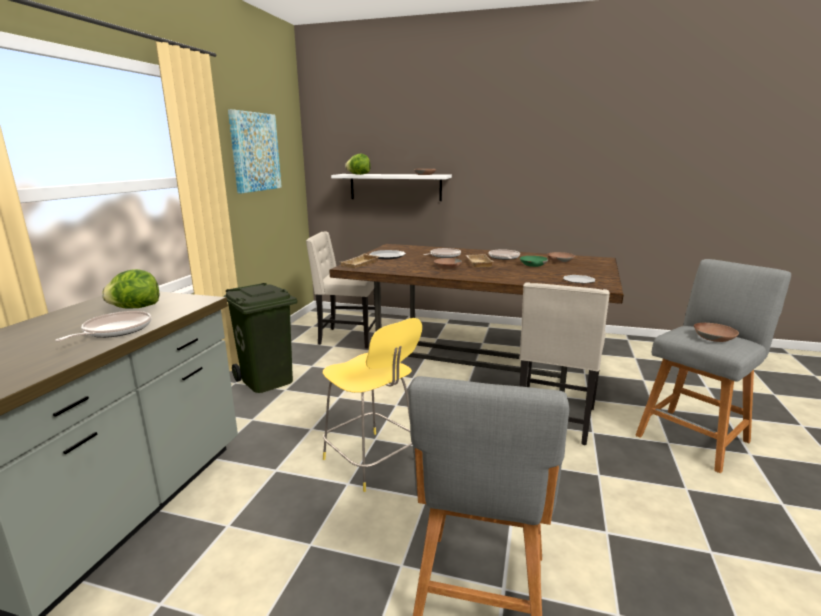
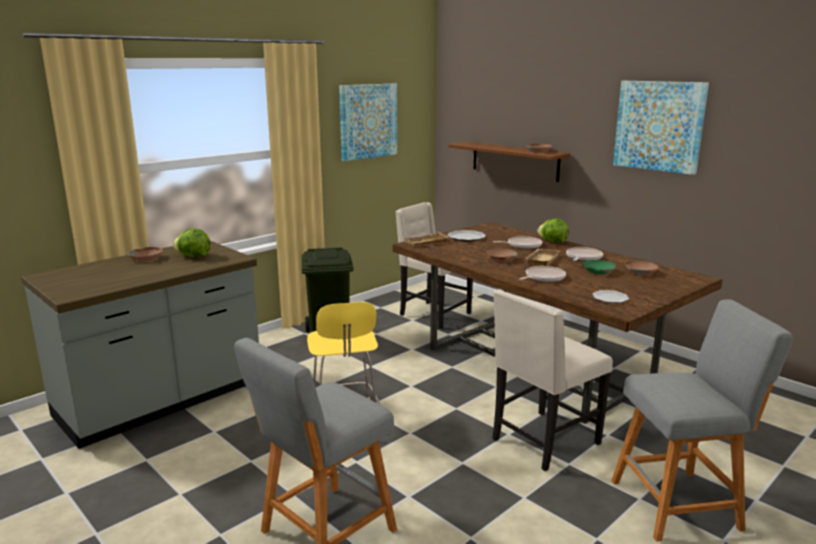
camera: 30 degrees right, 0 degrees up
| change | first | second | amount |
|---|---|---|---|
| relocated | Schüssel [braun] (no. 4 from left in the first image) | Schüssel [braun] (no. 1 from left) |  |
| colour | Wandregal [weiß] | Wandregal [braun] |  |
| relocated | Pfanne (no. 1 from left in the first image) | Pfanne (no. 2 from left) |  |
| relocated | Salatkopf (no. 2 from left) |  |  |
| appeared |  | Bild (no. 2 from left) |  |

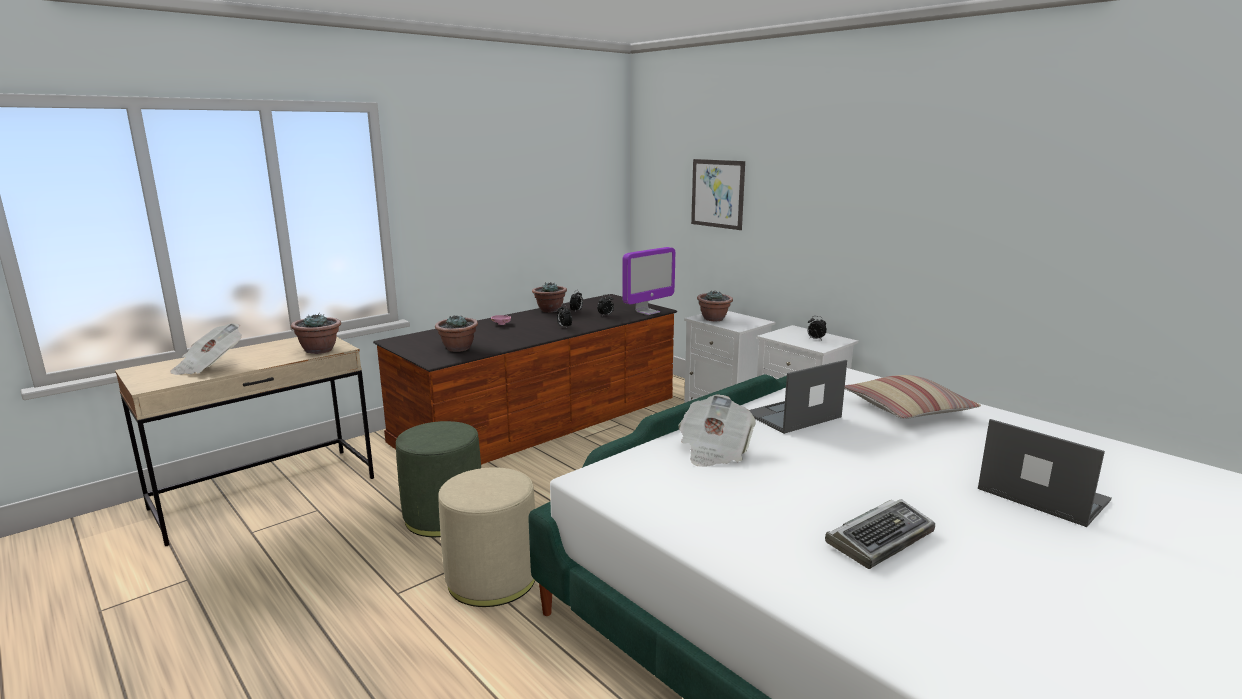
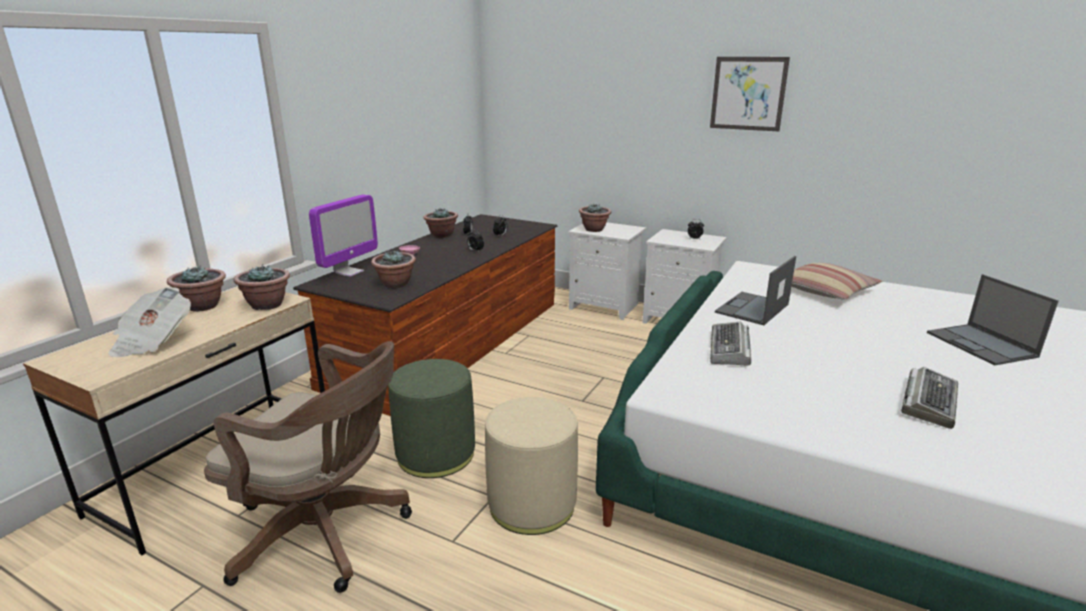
camera: 20 degrees left, 5 degrees up
| change | first | second | amount |
|---|---|---|---|
| appeared |  | Topfpflanze (no. 1 from left) |  |
| appeared |  | Bürostuhl [braun] |  |
| relocated | Monitor |  |  |
| relocated | Bild |  |  |
| exchanged | Zeitung (no. 2 from left) | Tastatur (no. 1 from left) |  |
| spun | Laptop (no. 2 from left) |  | 135 degrees counterclockwise |

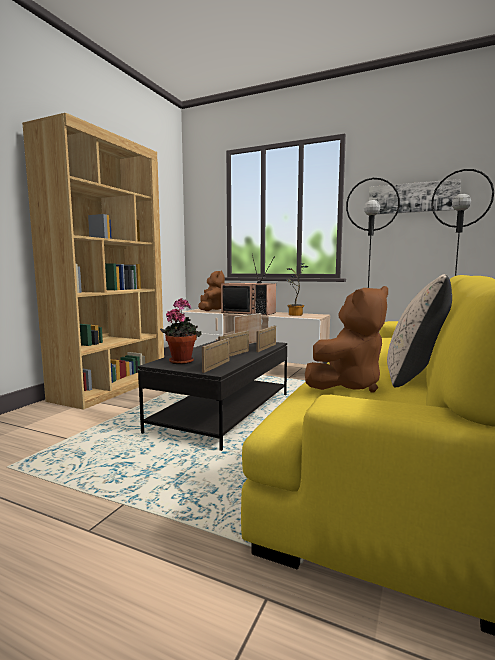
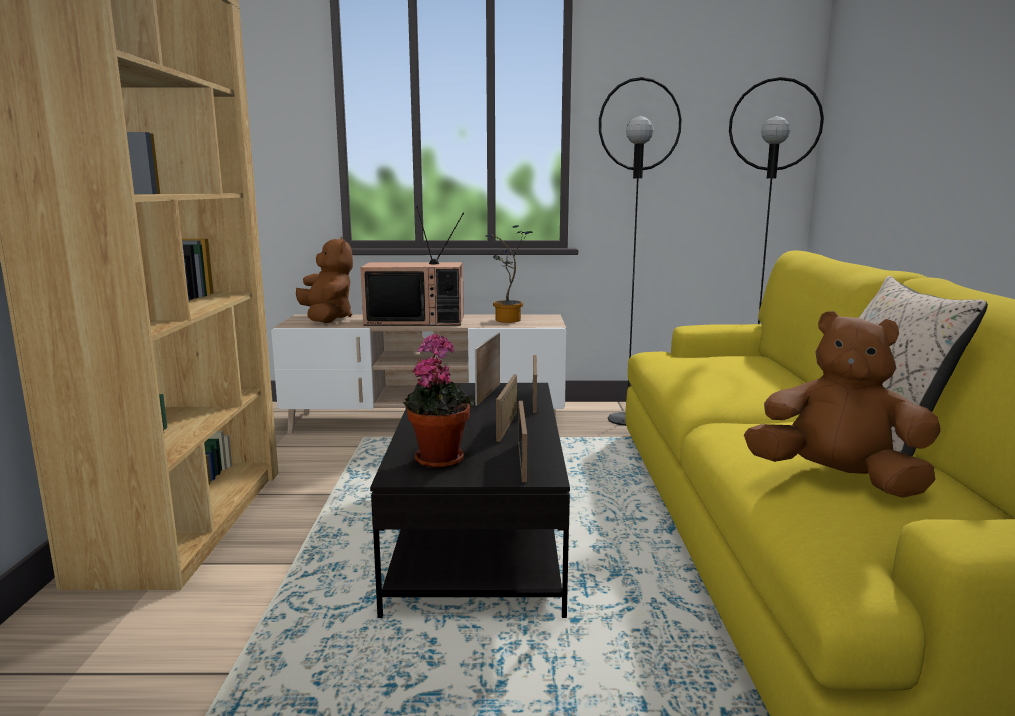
camera: 25 degrees left, 5 degrees up
| change | first | second | amount |
|---|---|---|---|
| spun | Plüschtier [braun] (no. 2 from left) |  | 90 degrees counterclockwise |
| missing | Bild |  |  |

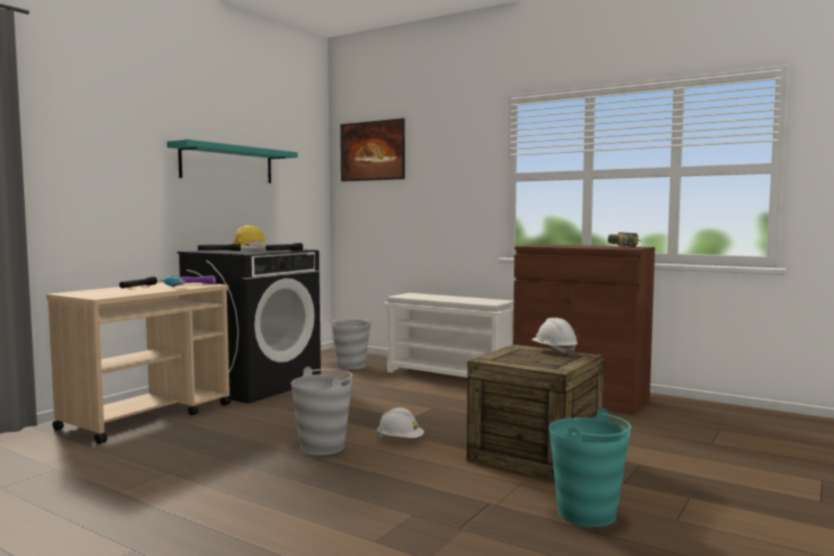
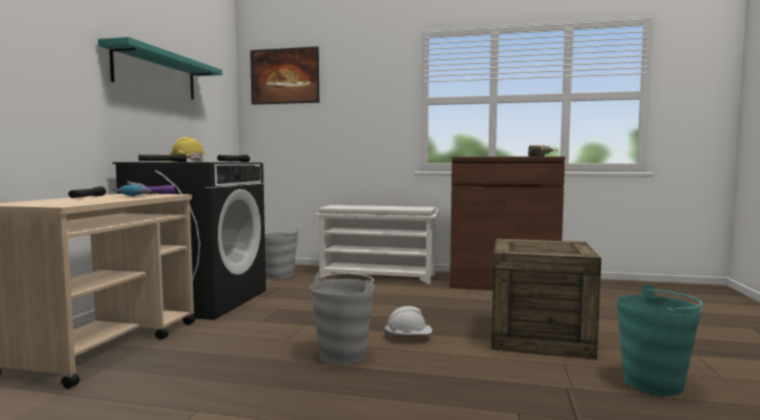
camera: 20 degrees left, 0 degrees up
| change | first | second | amount |
|---|---|---|---|
| missing | Schutzhelm [weiß] (no. 2 from left) |  |  |

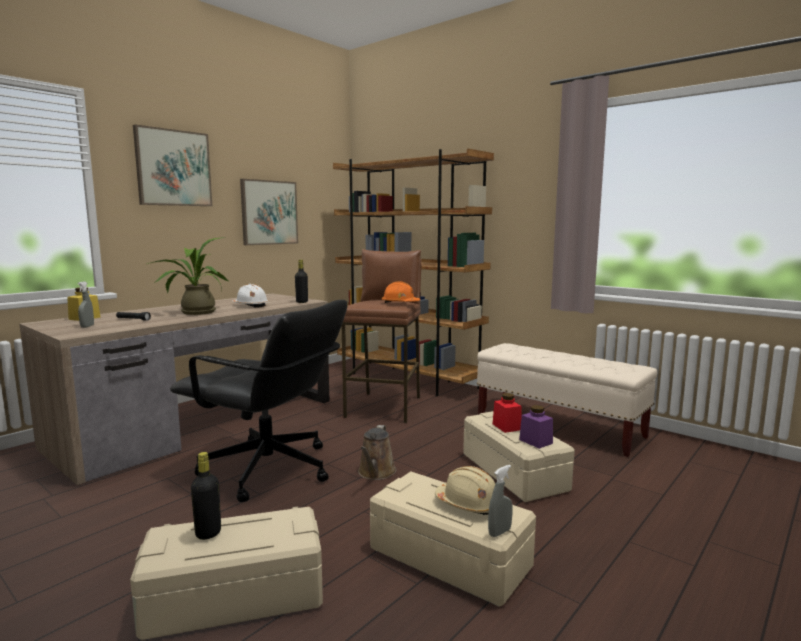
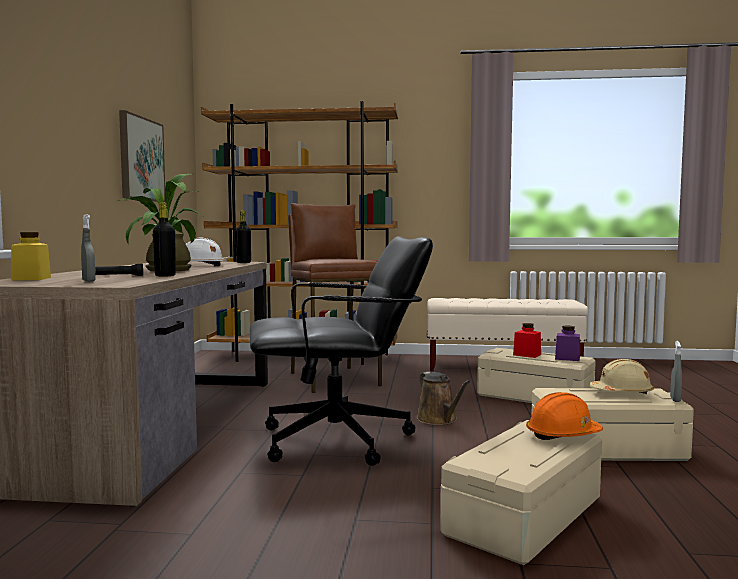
camera: 35 degrees left, 5 degrees down
| change | first | second | amount |
|---|---|---|---|
| relocated | Flasche [schwarz] (no. 1 from left) |  |  |
| relocated | Schutzhelm [orange] |  |  |
| missing | Bild (no. 1 from left) |  |  |

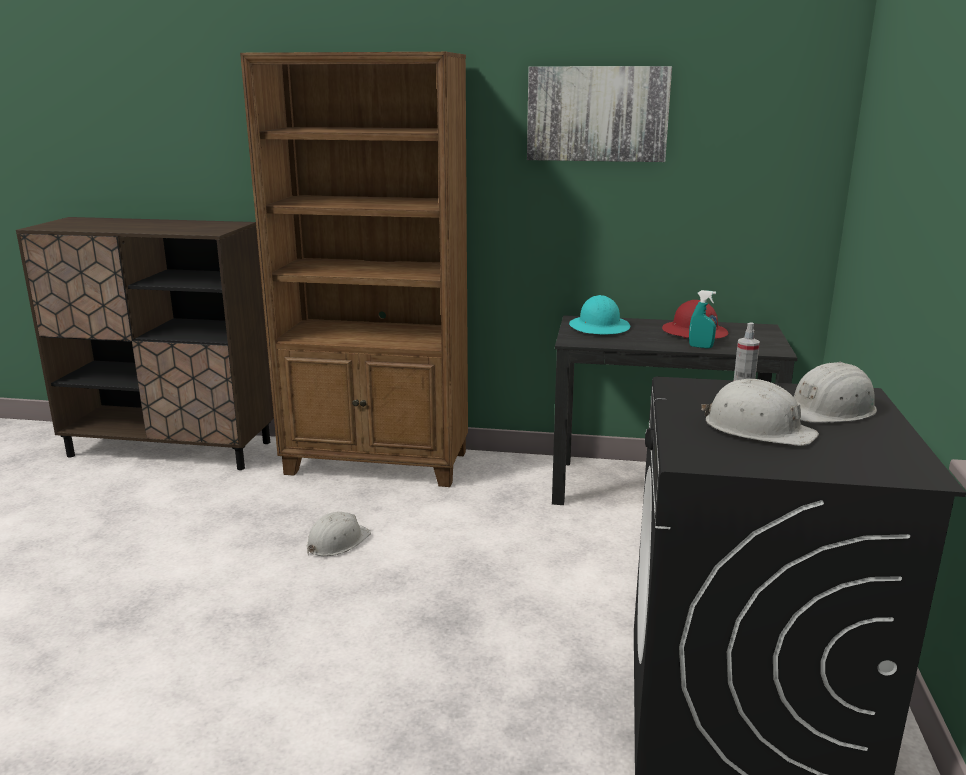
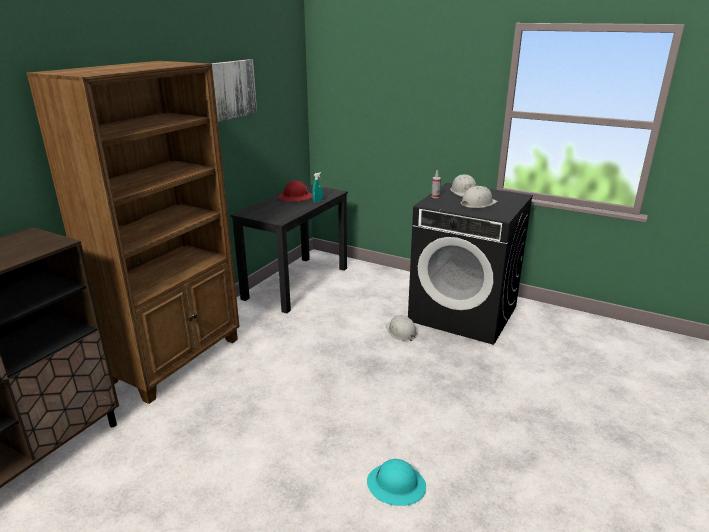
camera: 70 degrees left, 5 degrees up
| change | first | second | amount |
|---|---|---|---|
| relocated | Schutzhelm [türkis] |  |  |
| relocated | Schutzhelm [weiß] (no. 1 from left) |  |  |

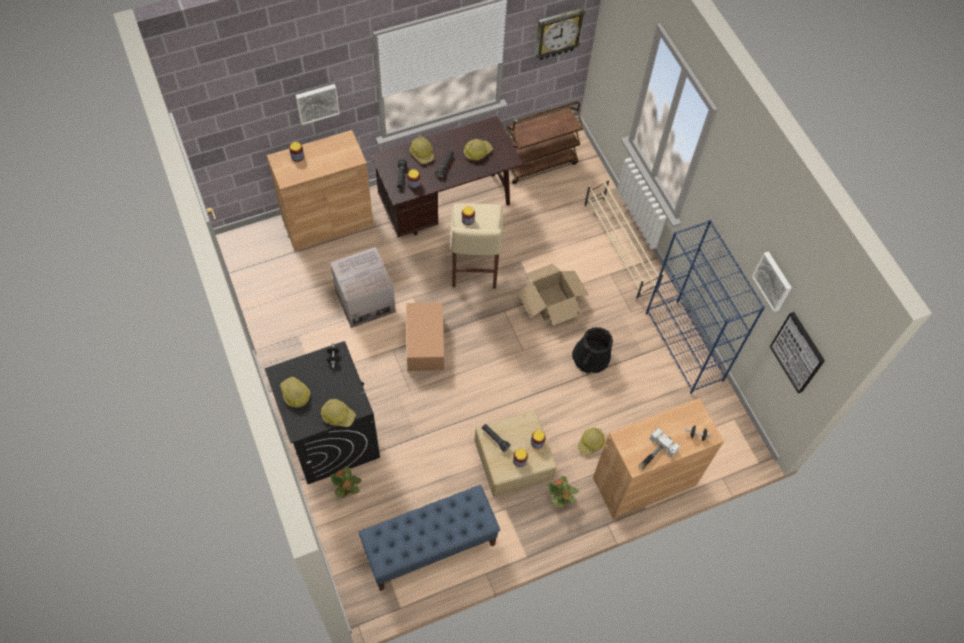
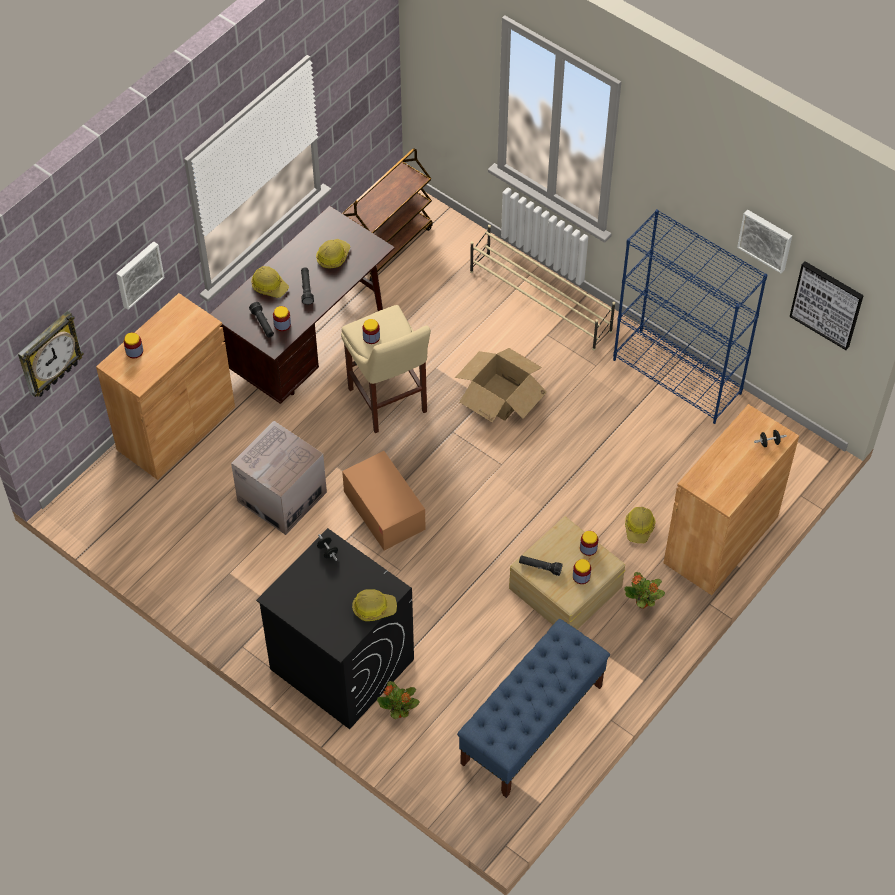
camera: 25 degrees left, 5 degrees down
| change | first | second | amount |
|---|---|---|---|
| relocated | Wanduhr |  |  |
| missing | Schutzhelm (no. 1 from left) |  |  |
| missing | Eimer [schwarz] |  |  |
| missing | Hammer |  |  |

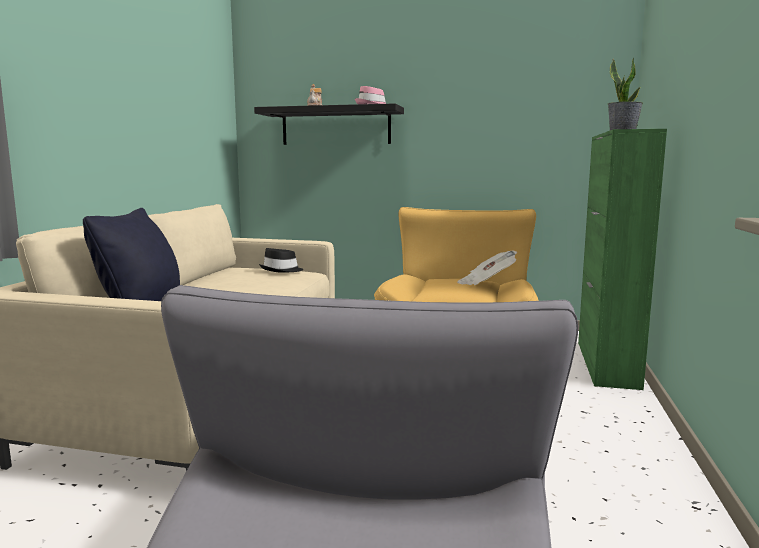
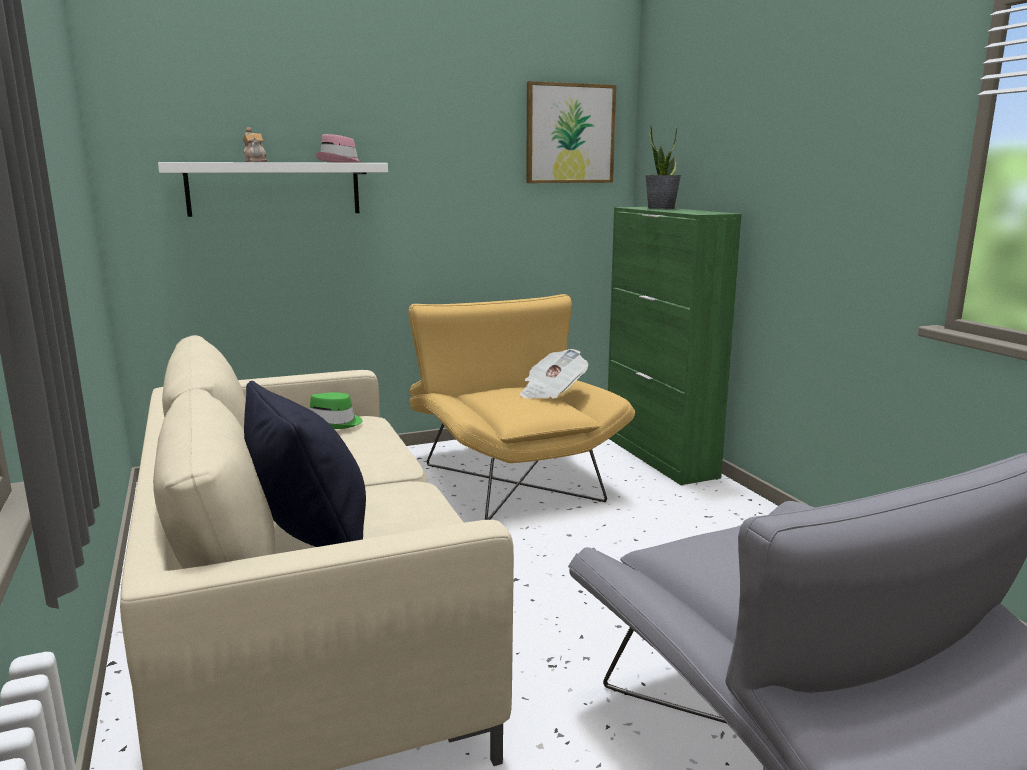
camera: 35 degrees left, 5 degrees up
| change | first | second | amount |
|---|---|---|---|
| colour | Wandregal [schwarz] | Wandregal [weiß] |  |
| colour | Hut [schwarz] | Hut [grün] |  |
| appeared |  | Bild |  |

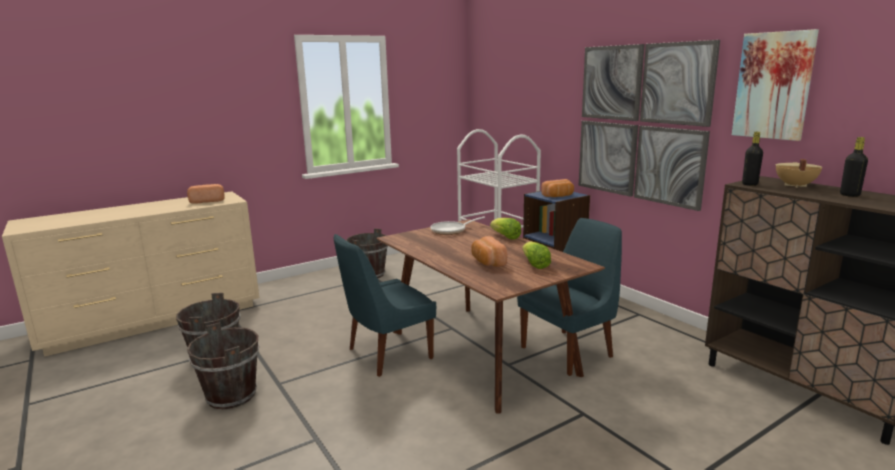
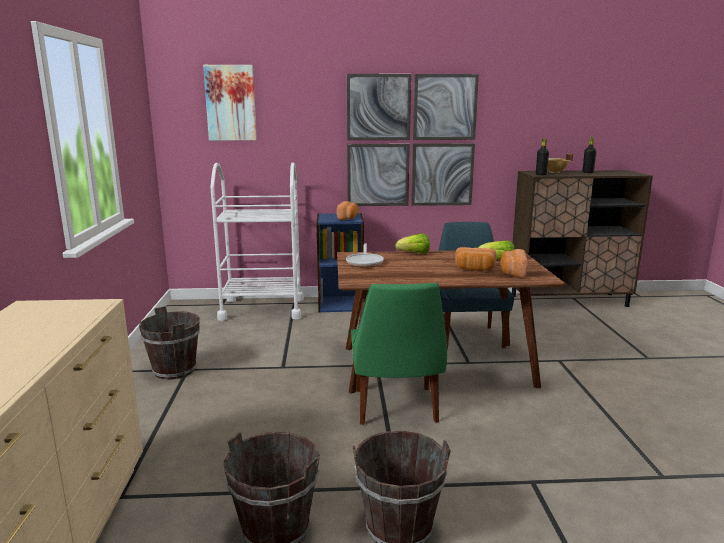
camera: 60 degrees left, 0 degrees up
| change | first | second | amount |
|---|---|---|---|
| relocated | Bild (no. 2 from left in the first image) | Bild (no. 1 from left) |  |
| colour | Stuhl [blau] (no. 1 from left) | Stuhl [grün] |  |
| relocated | Brot (no. 1 from left in the first image) | Brot (no. 3 from left) |  |

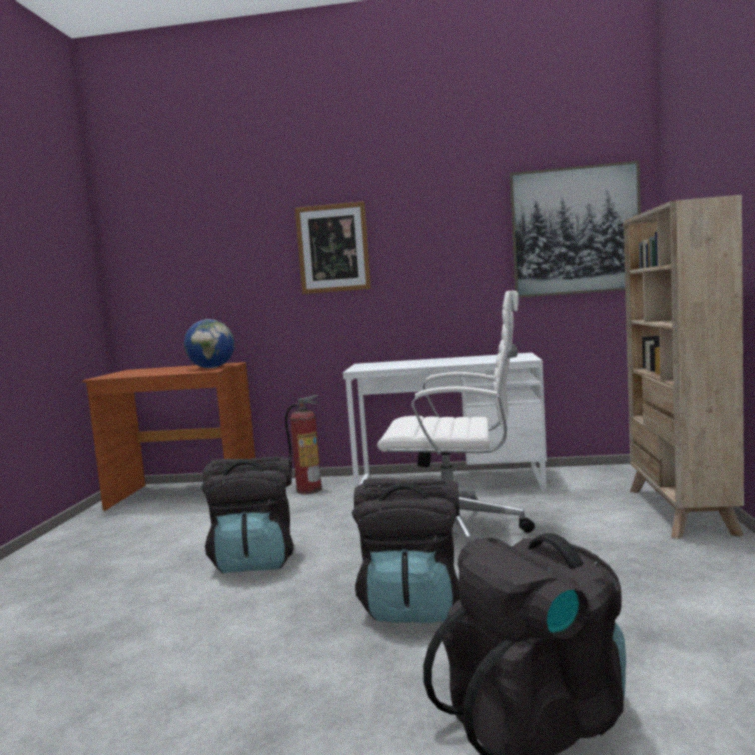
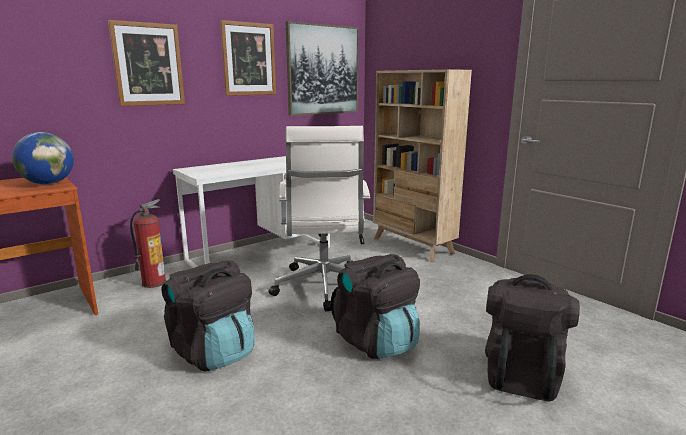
camera: 45 degrees left, 10 degrees up
| change | first | second | amount |
|---|---|---|---|
| appeared |  | Bild (no. 2 from left) |  |
| spun | Bürostuhl [weiß] |  | 120 degrees clockwise |

